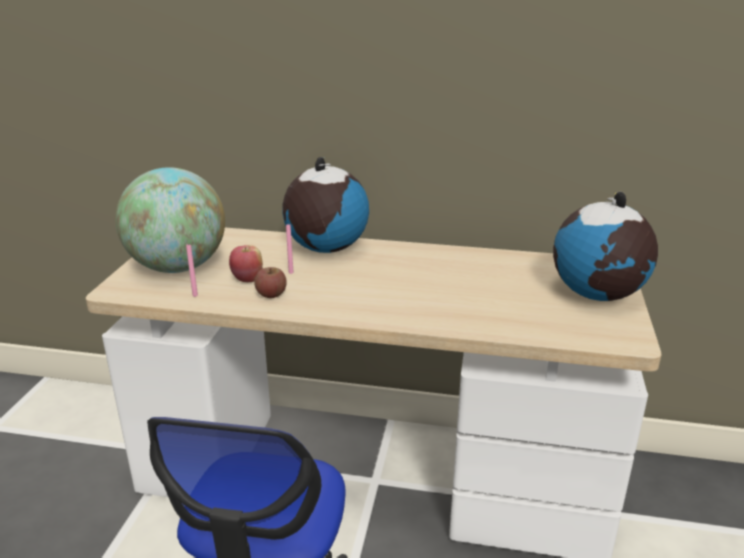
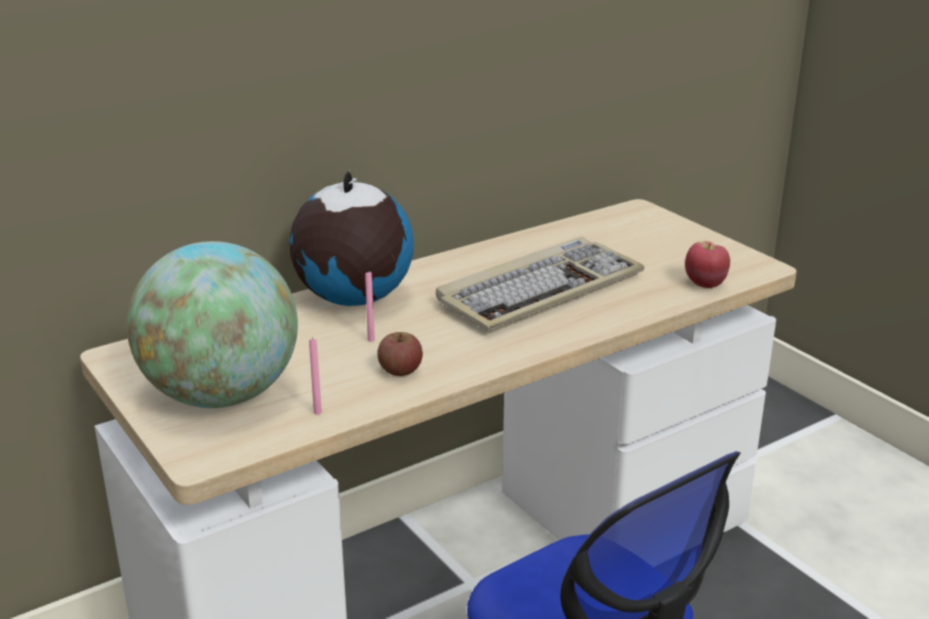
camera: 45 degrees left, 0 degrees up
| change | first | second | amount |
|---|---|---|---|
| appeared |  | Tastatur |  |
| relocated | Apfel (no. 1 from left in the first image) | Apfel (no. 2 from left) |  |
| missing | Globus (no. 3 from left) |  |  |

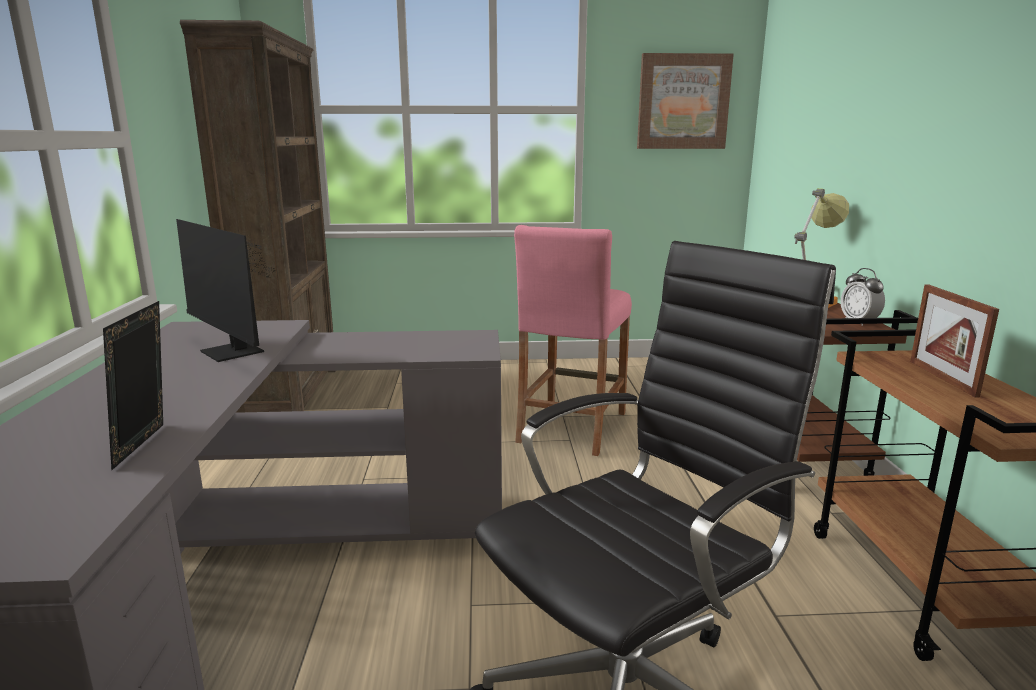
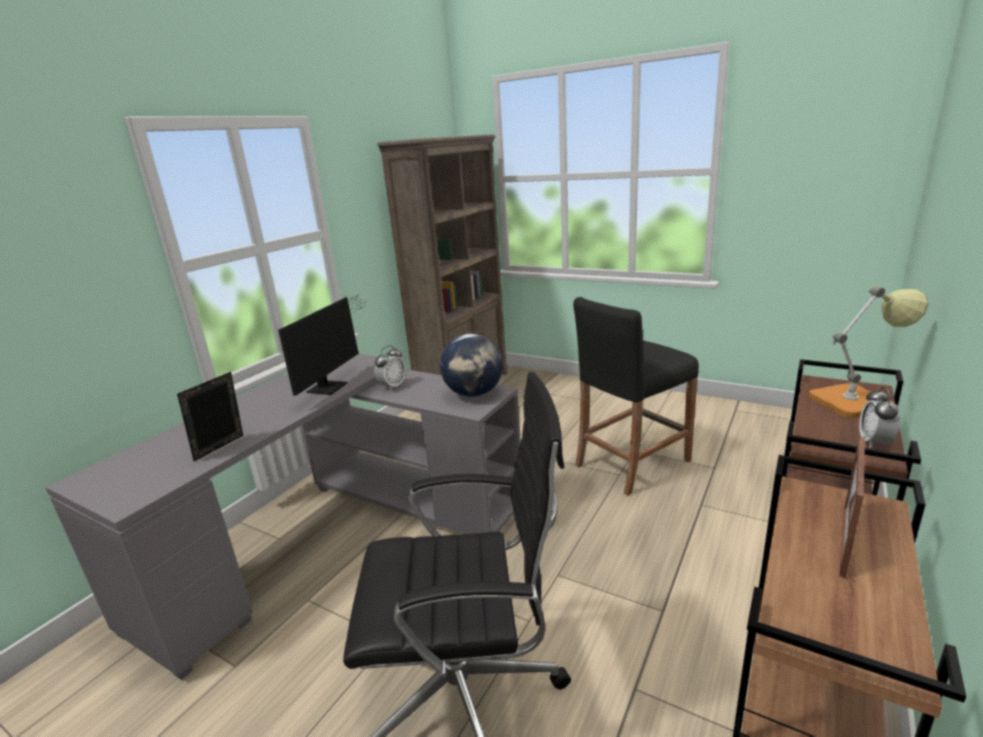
camera: 35 degrees right, 5 degrees up
| change | first | second | amount |
|---|---|---|---|
| spun | Monitor |  | 150 degrees counterclockwise |
| appeared |  | Wecker (no. 1 from left) |  |
| appeared |  | Globus |  |
| colour | Hocker [rosa] | Hocker [schwarz] |  |
| missing | Bild |  |  |

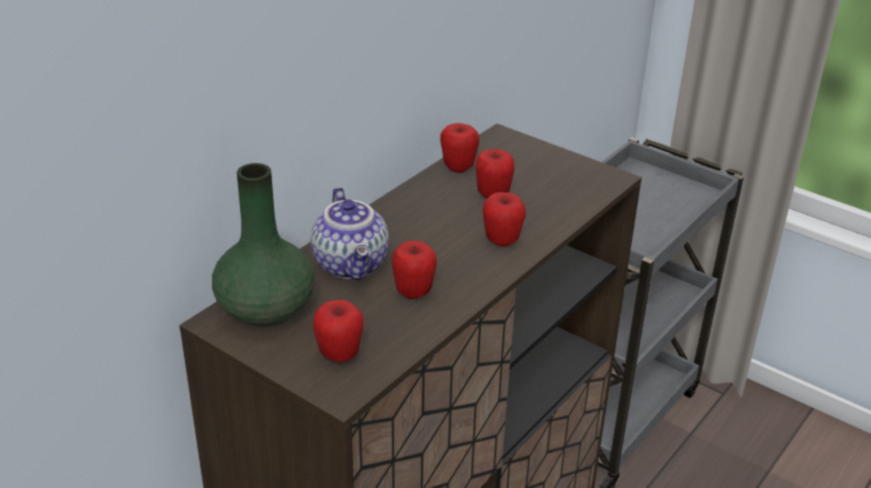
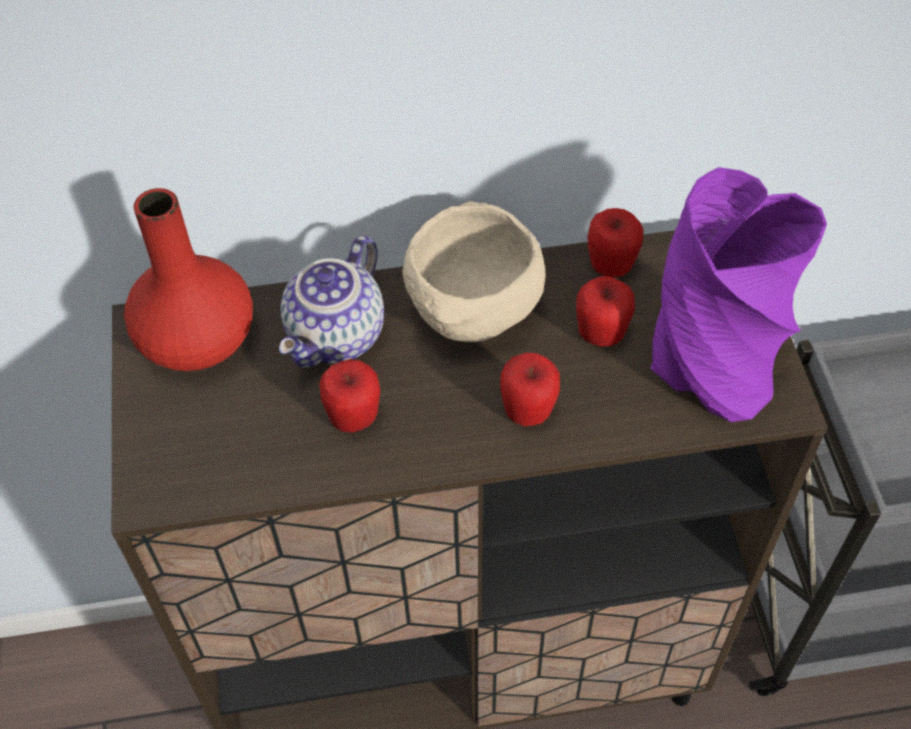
camera: 45 degrees right, 20 degrees up
| change | first | second | amount |
|---|---|---|---|
| colour | Vase [grün] | Vase [rot] |  |
| appeared |  | Schüssel [beige] |  |
| appeared |  | Vase [lila] |  |
| missing | Apfel (no. 1 from left) |  |  |

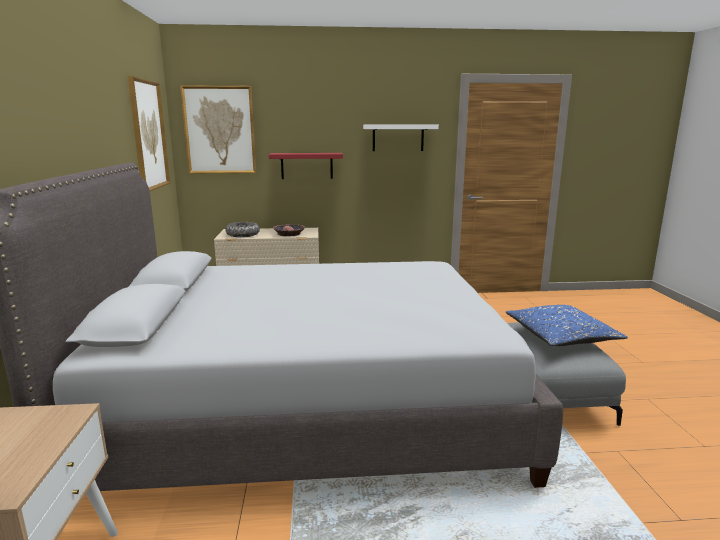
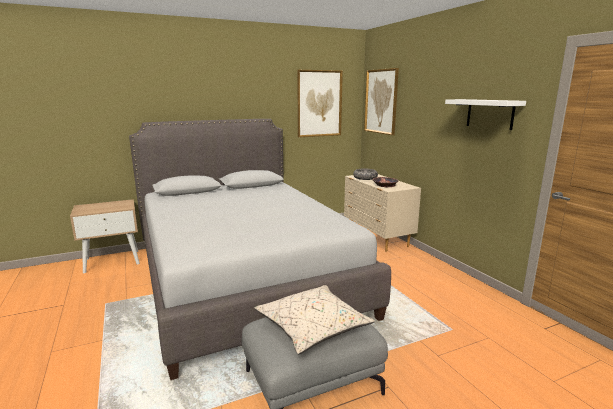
camera: 70 degrees right, 0 degrees up
| change | first | second | amount |
|---|---|---|---|
| colour | Kissen [blau] | Kissen [beige] |  |
| missing | Wandregal [rot] |  |  |

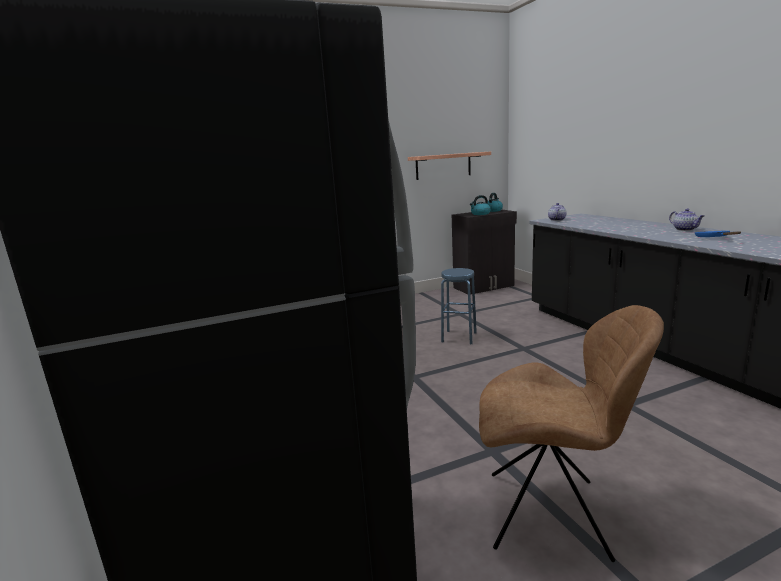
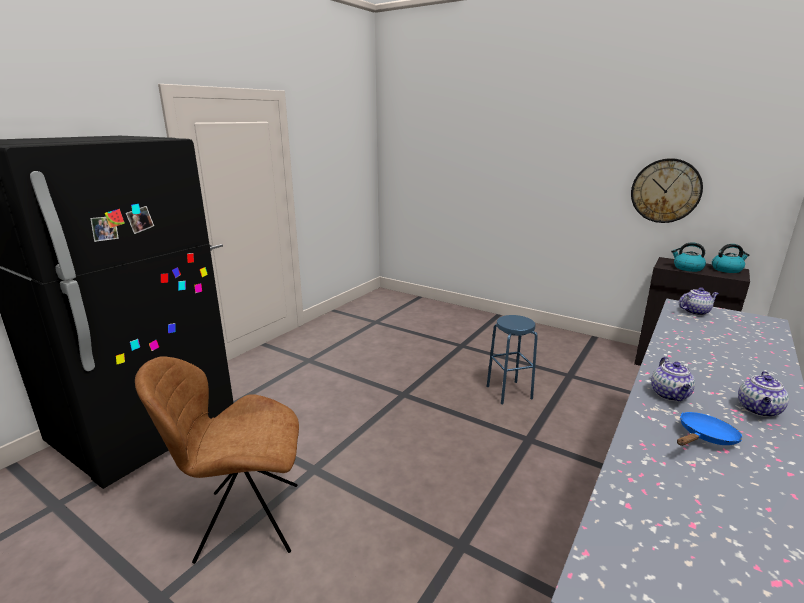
camera: 55 degrees right, 5 degrees up
| change | first | second | amount |
|---|---|---|---|
| spun | Stuhl [braun] |  | 105 degrees clockwise |
| exchanged | Wandregal | Wanduhr |  |
| appeared |  | Teekanne (no. 1 from left) |  |

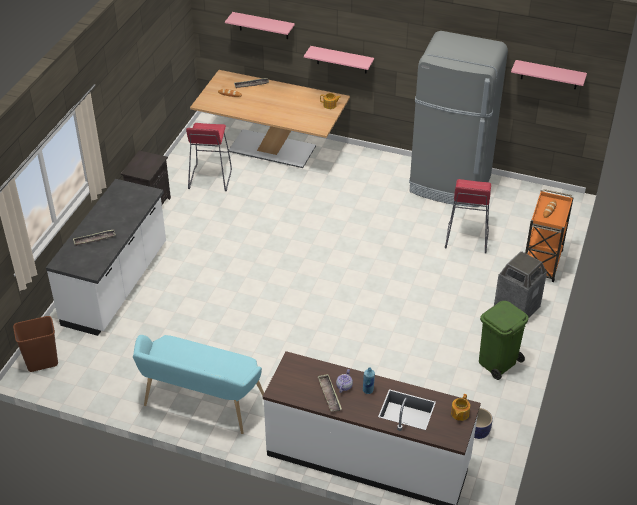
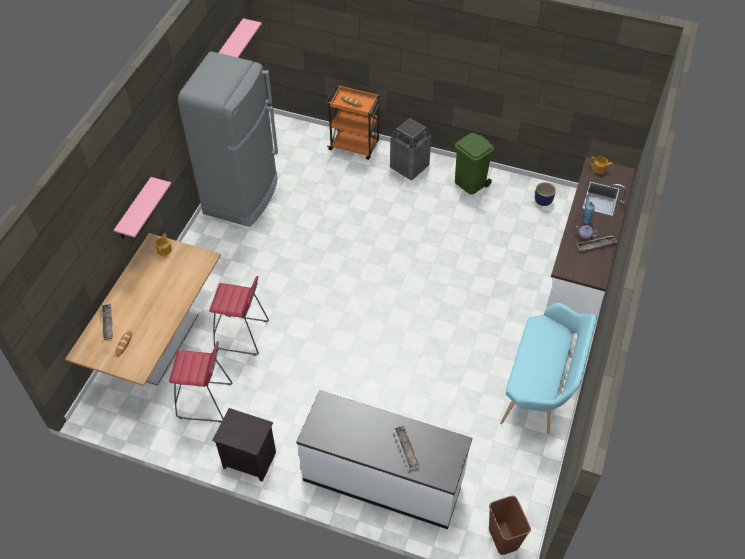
camera: 90 degrees left, 10 degrees up
| change | first | second | amount |
|---|---|---|---|
| relocated | Hocker [rot] (no. 2 from left) |  |  |
| missing | Wandregal [rosa] (no. 1 from left) |  |  |

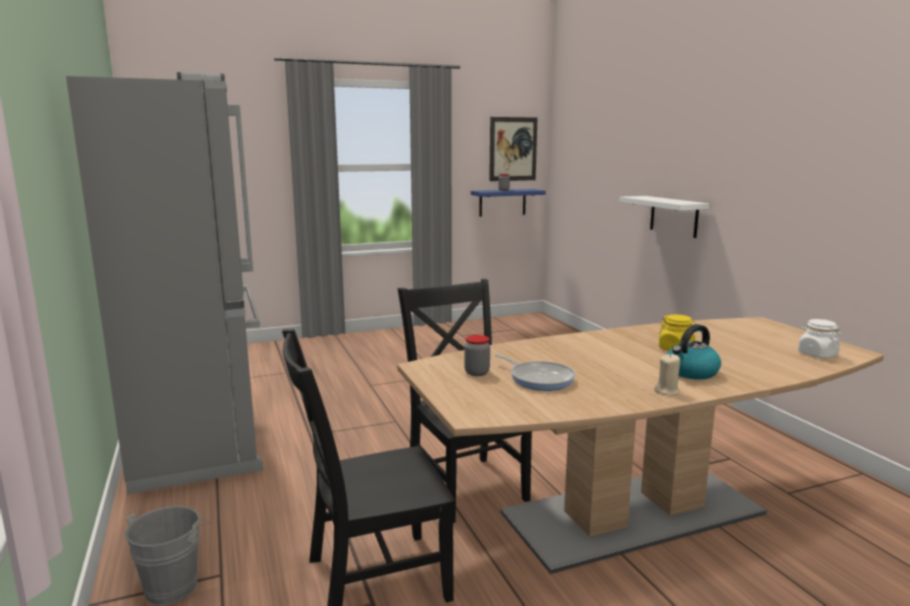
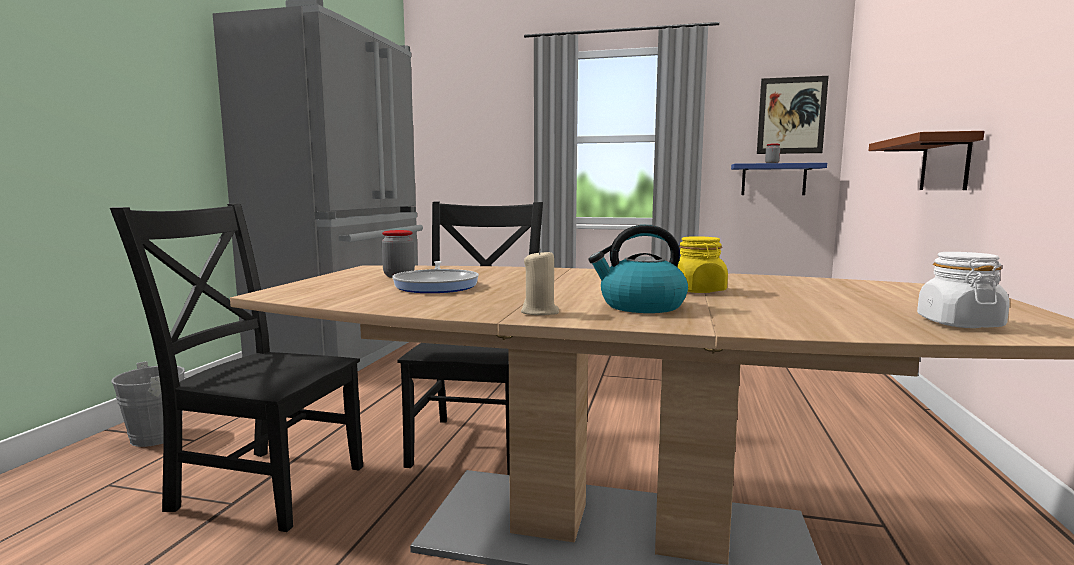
camera: 35 degrees right, 5 degrees down
| change | first | second | amount |
|---|---|---|---|
| colour | Wandregal [weiß] | Wandregal [braun] |  |

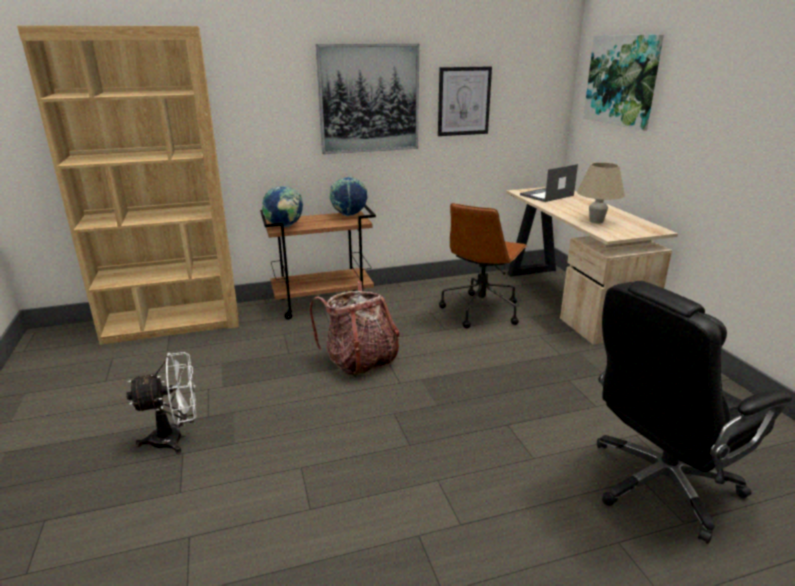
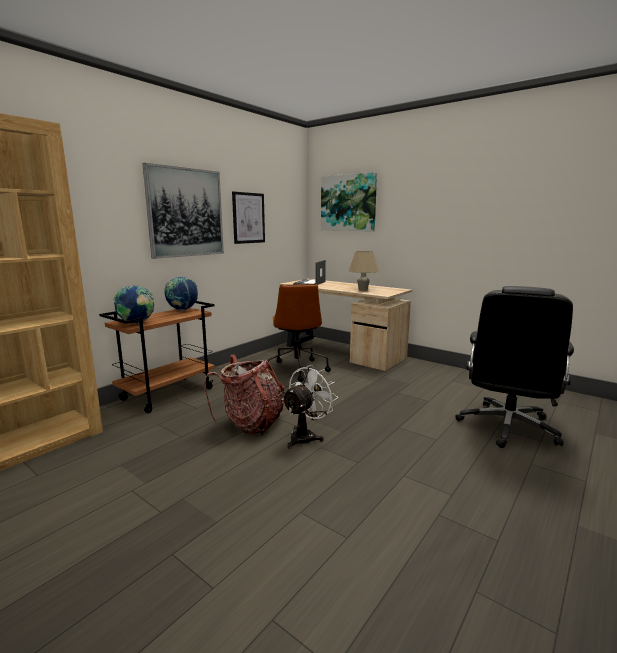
camera: 35 degrees left, 10 degrees down
| change | first | second | amount |
|---|---|---|---|
| relocated | Ventilator [weiß] |  |  |

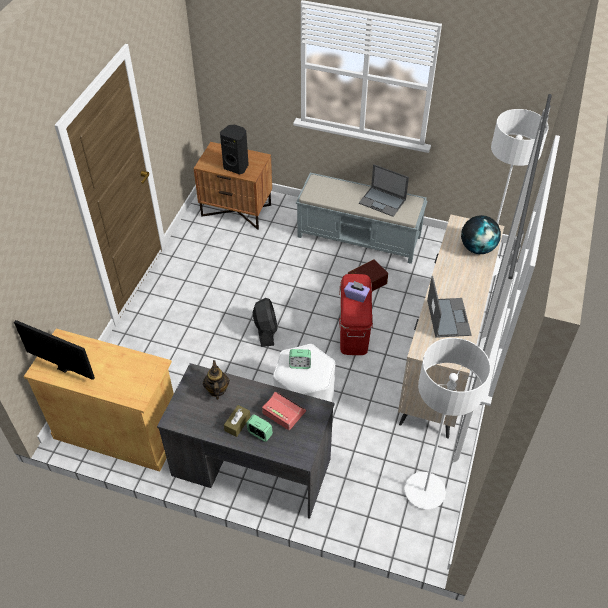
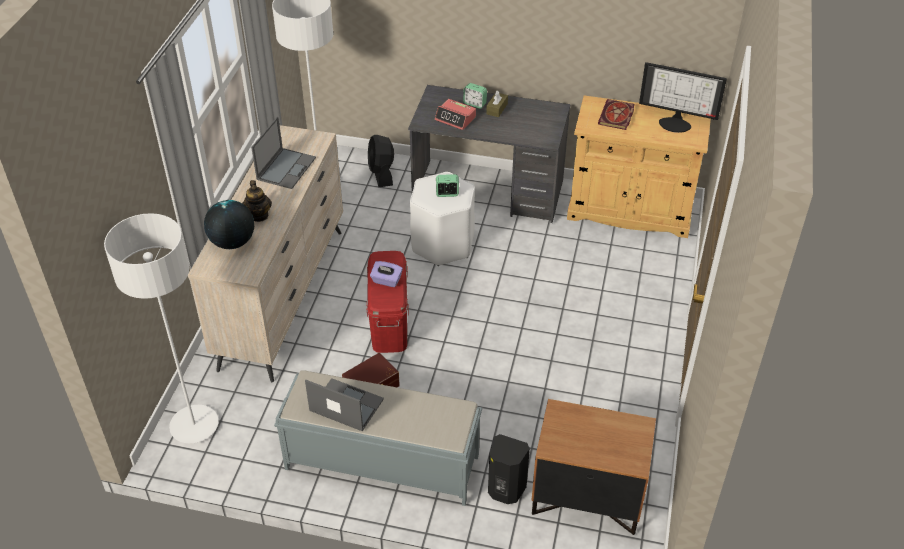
camera: 175 degrees right, 5 degrees down
| change | first | second | amount |
|---|---|---|---|
| relocated | Teekanne |  |  |
| spun | Laptop (no. 2 from left in the first image) | Laptop (no. 1 from left) | 150 degrees counterclockwise |
| relocated | Ventilator [schwarz] |  |  |
| relocated | Lautsprecher [schwarz] |  |  |
| appeared |  | Buch |  |

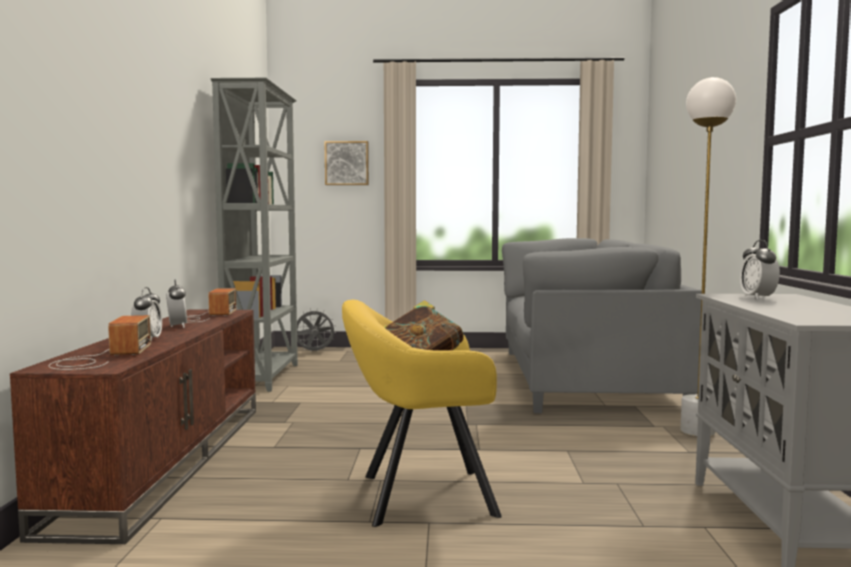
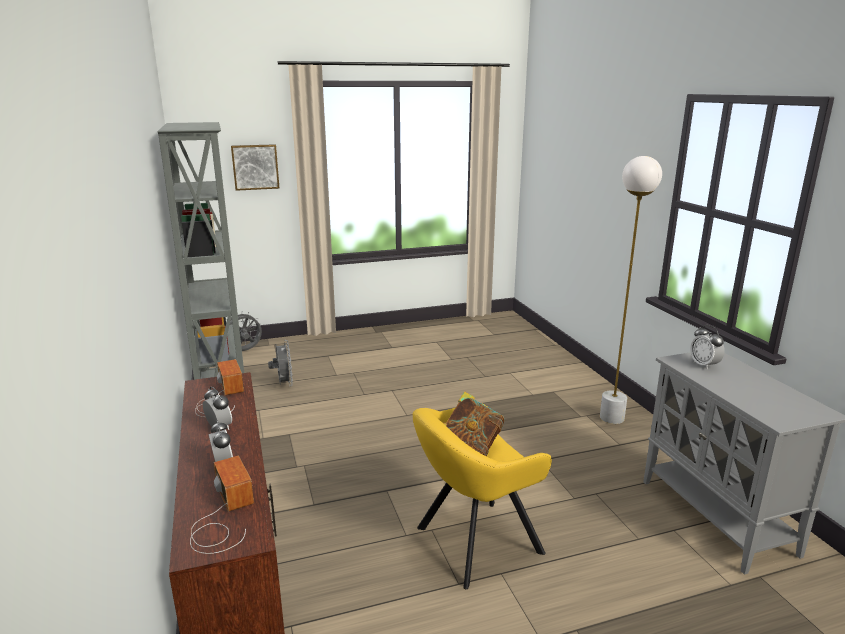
camera: 20 degrees left, 15 degrees up
| change | first | second | amount |
|---|---|---|---|
| appeared |  | Ventilator [grau] (no. 2 from left) |  |
| missing | Sofa [grau] |  |  |

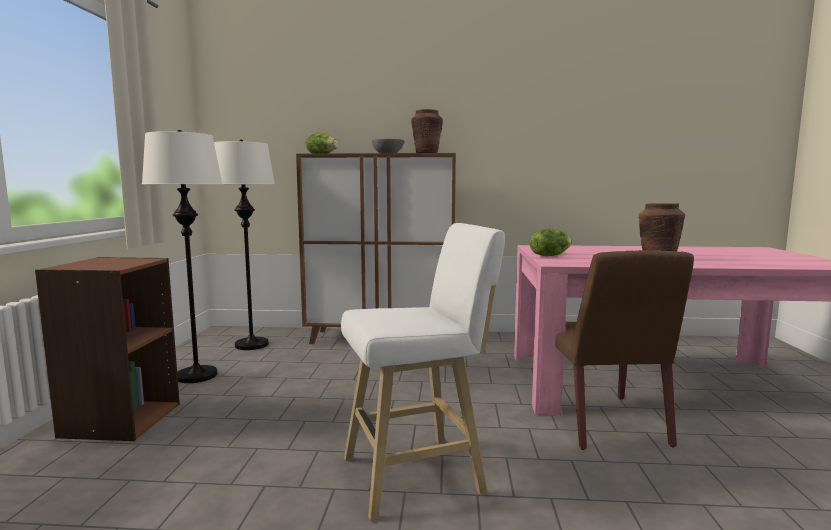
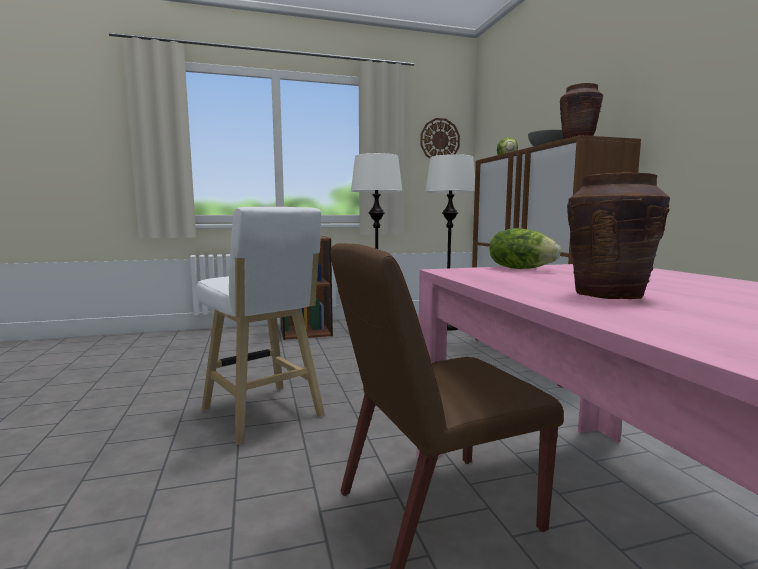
camera: 70 degrees right, 0 degrees up
| change | first | second | amount |
|---|---|---|---|
| appeared |  | Wanduhr |  |

